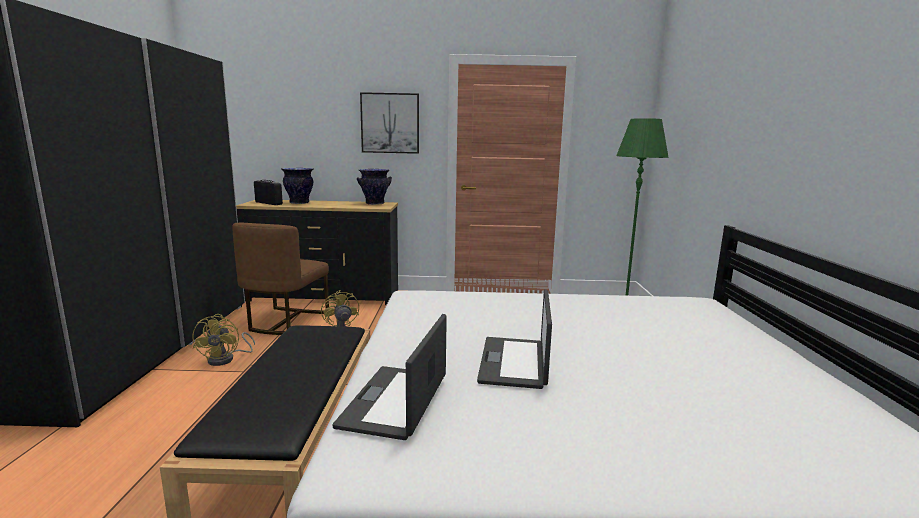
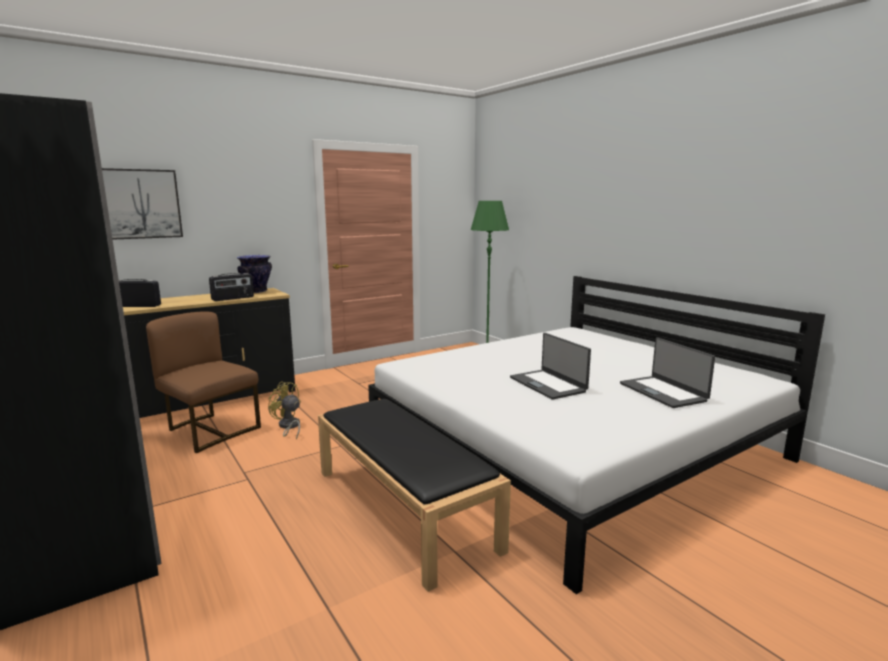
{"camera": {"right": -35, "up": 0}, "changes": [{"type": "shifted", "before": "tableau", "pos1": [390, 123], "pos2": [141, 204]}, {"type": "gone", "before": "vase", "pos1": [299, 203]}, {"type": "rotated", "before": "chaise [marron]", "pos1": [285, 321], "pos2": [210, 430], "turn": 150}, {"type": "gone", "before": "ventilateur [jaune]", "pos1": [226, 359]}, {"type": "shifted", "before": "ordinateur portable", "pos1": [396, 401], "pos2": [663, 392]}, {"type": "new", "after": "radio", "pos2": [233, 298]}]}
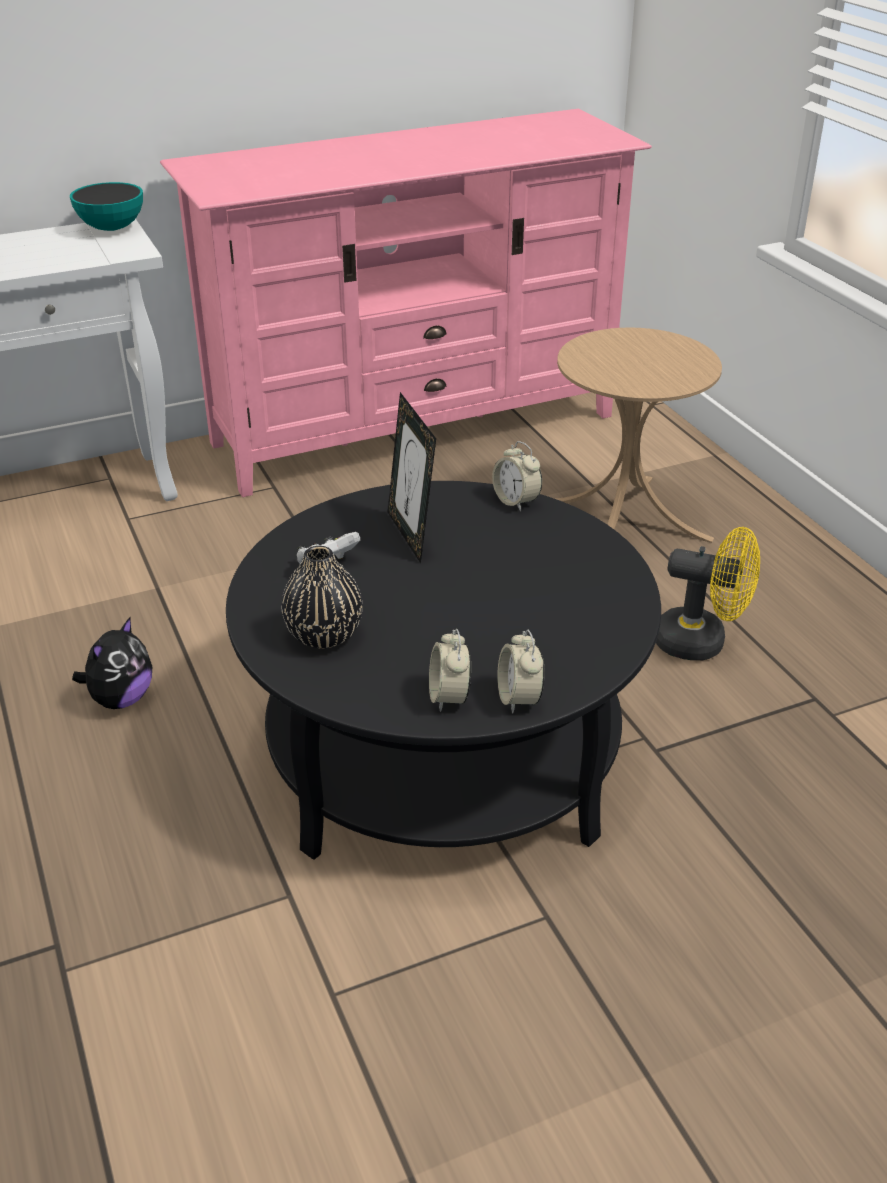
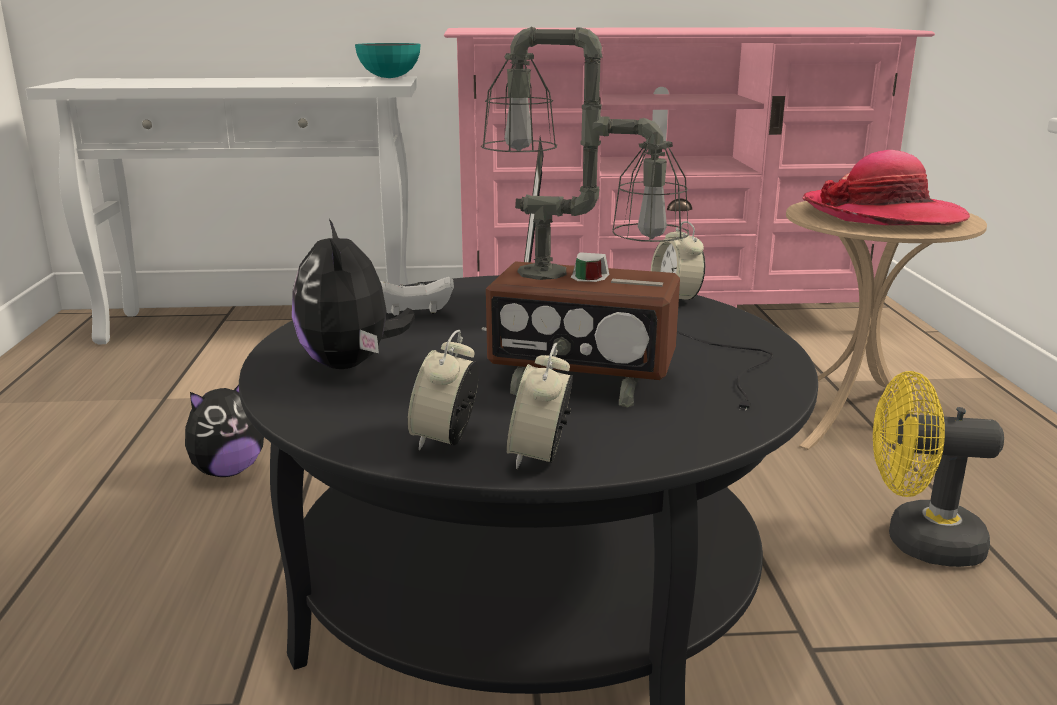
{"camera": {"right": 20, "up": -15}, "changes": [{"type": "rotated", "before": "ventilateur [jaune]", "pos1": [701, 642], "pos2": [918, 542], "turn": 150}, {"type": "swapped", "before": "vase [noir]", "after": "peluche", "pos1": [324, 635], "pos2": [351, 364]}, {"type": "new", "after": "lampe de table", "pos2": [613, 373]}, {"type": "new", "after": "chapeau", "pos2": [883, 214]}]}
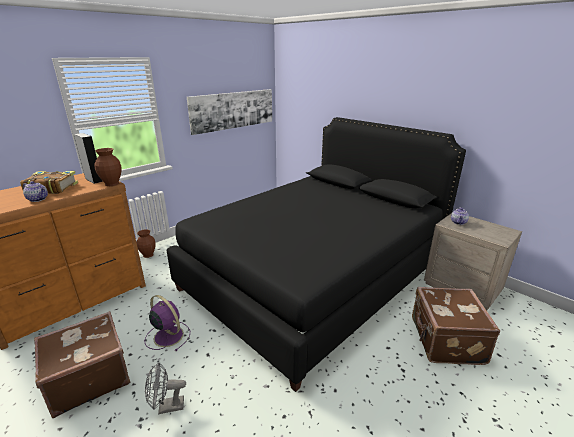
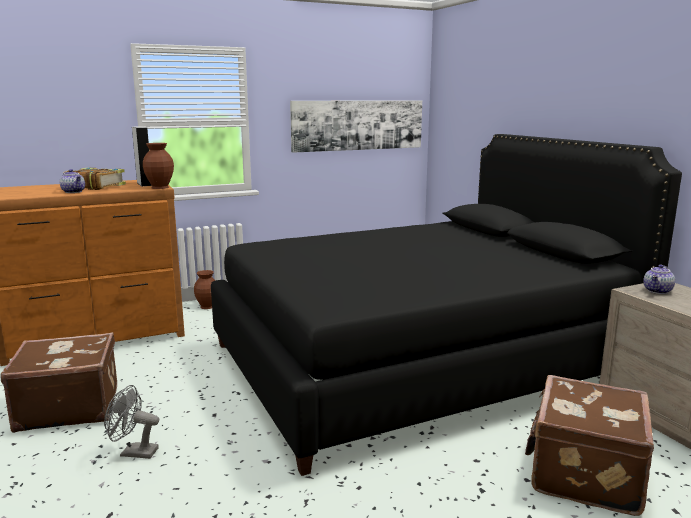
{"camera": {"right": 20, "up": -10}, "changes": [{"type": "gone", "before": "ventilateur [violet]", "pos1": [167, 335]}]}
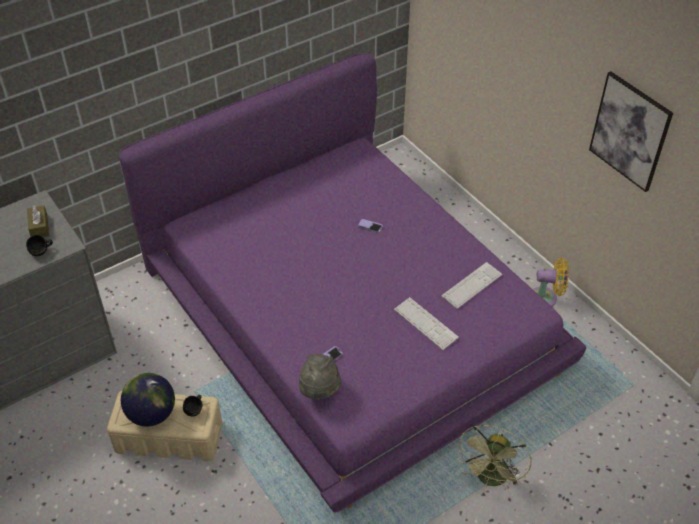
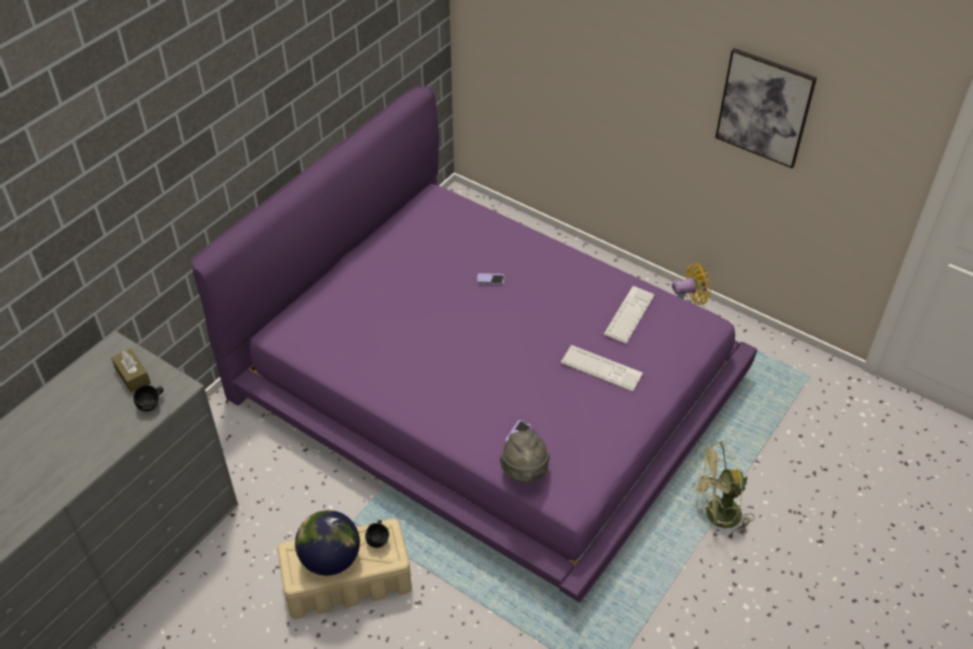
{"camera": {"right": -20, "up": 0}, "changes": [{"type": "rotated", "before": "ventilateur [vert]", "pos1": [491, 479], "pos2": [715, 516], "turn": 75}]}
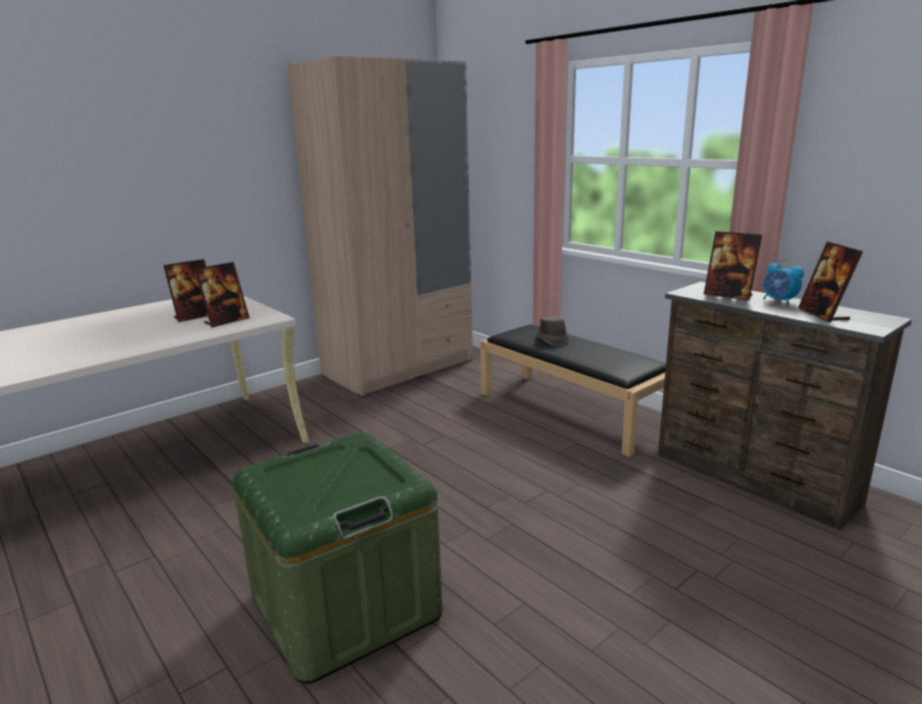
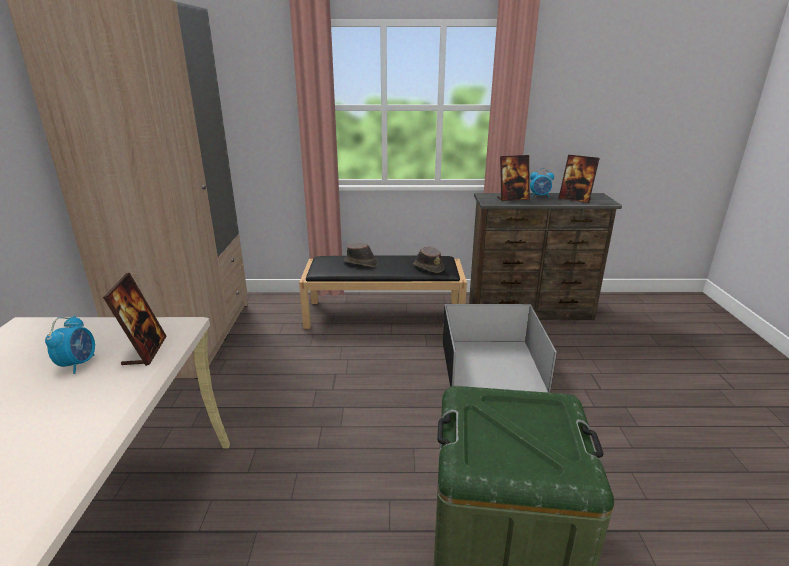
{"camera": {"right": -50, "up": 5}, "changes": [{"type": "swapped", "before": "cadre photo", "after": "réveil", "pos1": [195, 316], "pos2": [78, 364]}, {"type": "new", "after": "chapeau [marron]", "pos2": [428, 267]}, {"type": "new", "after": "boîte de rangement [noir]", "pos2": [490, 365]}]}
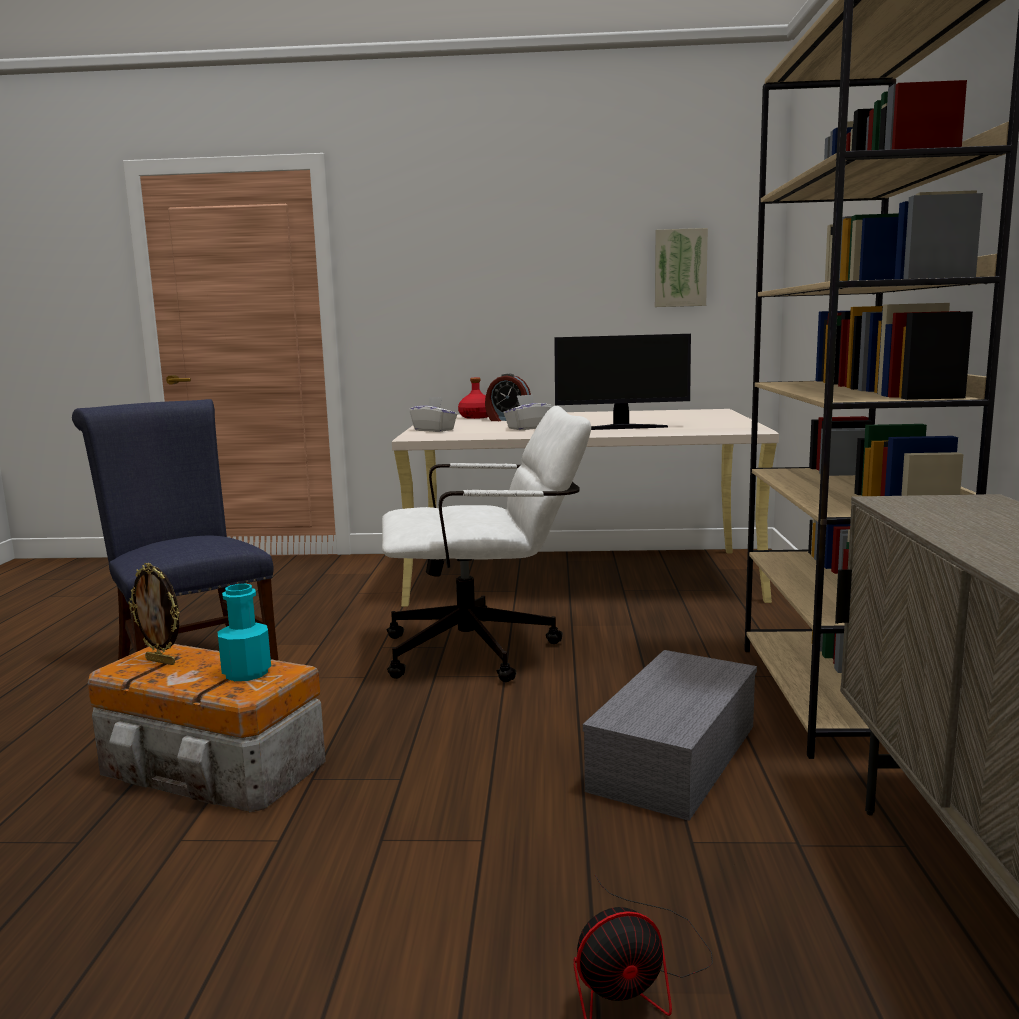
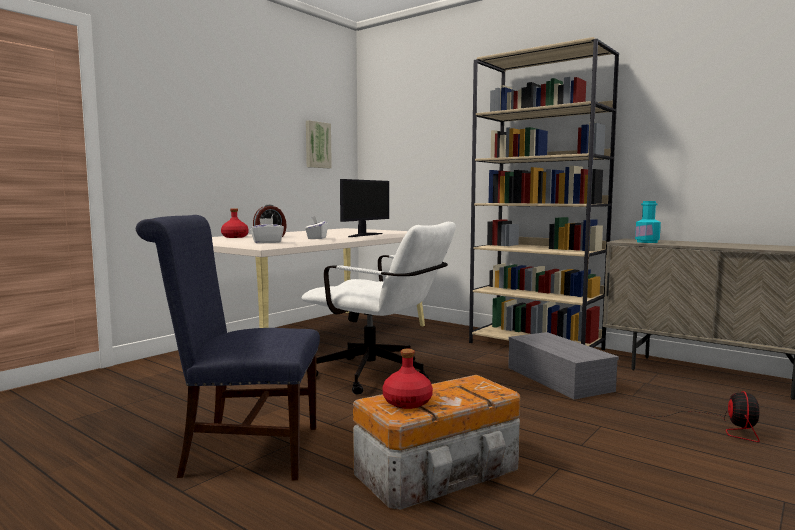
{"camera": {"right": -55, "up": -5}, "changes": [{"type": "rotated", "before": "chaise de bureau [blanc]", "pos1": [486, 650], "pos2": [380, 376], "turn": 90}, {"type": "swapped", "before": "cadre photo", "after": "bouteille [rouge]", "pos1": [162, 661], "pos2": [407, 402]}, {"type": "shifted", "before": "bouteille [turquoise]", "pos1": [246, 673], "pos2": [647, 242]}]}
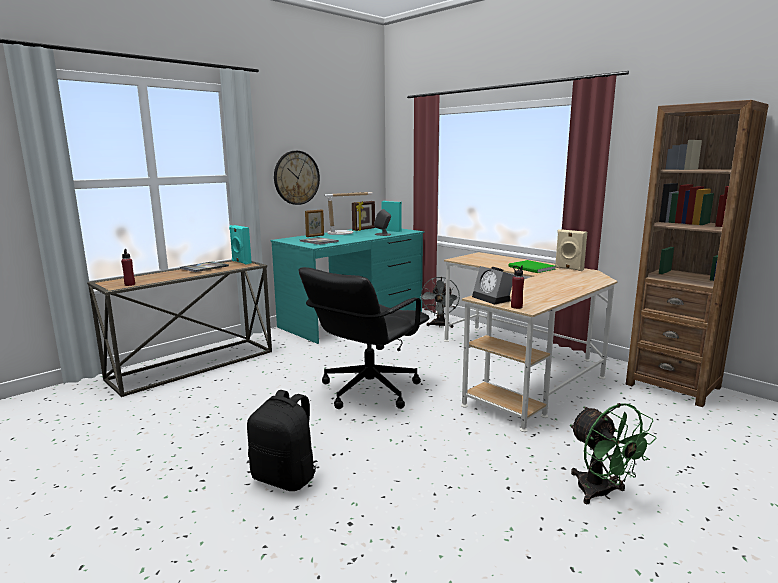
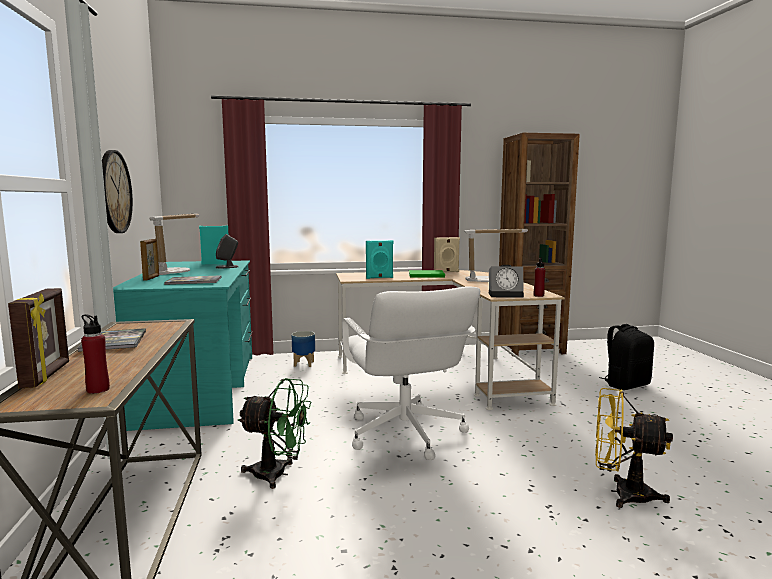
{"camera": {"right": -55, "up": -5}, "changes": [{"type": "shifted", "before": "cadre photo", "pos1": [364, 229], "pos2": [47, 375]}, {"type": "shifted", "before": "enceinte [turquoise]", "pos1": [241, 262], "pos2": [379, 278]}, {"type": "repainted", "before": "chaise de bureau [noir]", "after": "chaise de bureau [blanc]", "pos1": [368, 390], "pos2": [404, 434]}, {"type": "swapped", "before": "ventilateur [gris]", "after": "cache-pot", "pos1": [440, 325], "pos2": [304, 364]}, {"type": "shifted", "before": "sac à dos [noir]", "pos1": [285, 478], "pos2": [626, 385]}, {"type": "shifted", "before": "ventilateur [vert]", "pos1": [601, 493], "pos2": [278, 474]}, {"type": "new", "after": "lampe de table", "pos2": [487, 280]}, {"type": "new", "after": "ventilateur [jaune]", "pos2": [622, 493]}]}
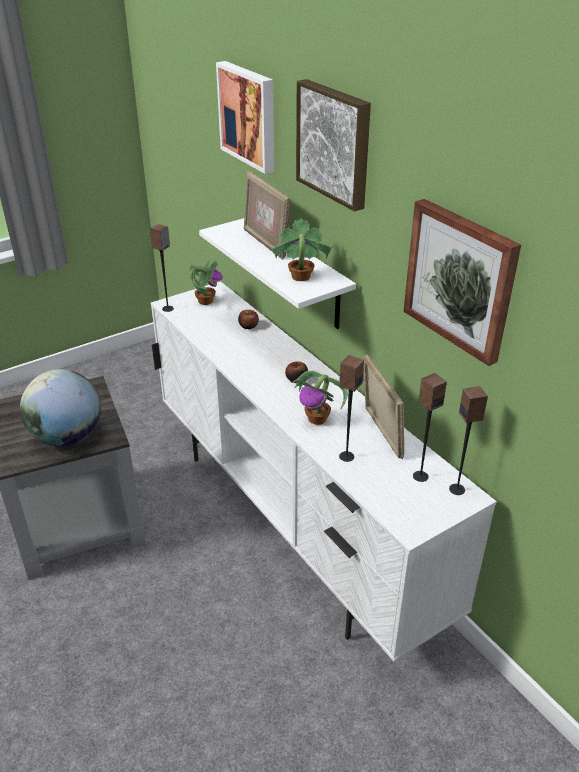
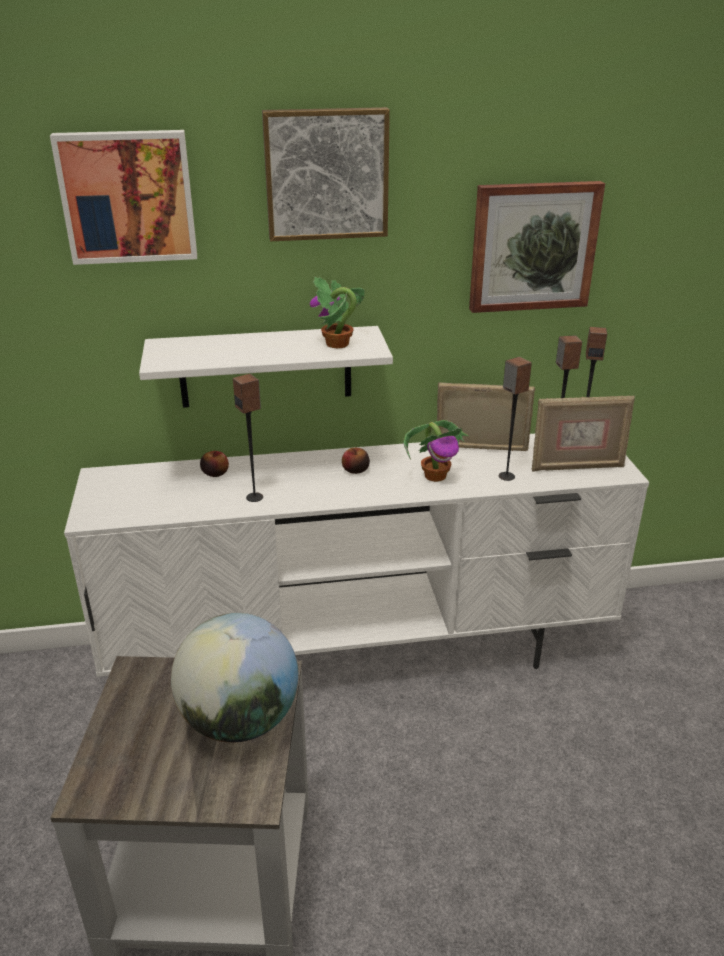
{"camera": {"right": -65, "up": -5}, "changes": [{"type": "shifted", "before": "cadre photo", "pos1": [266, 243], "pos2": [576, 467]}, {"type": "shifted", "before": "enceinte", "pos1": [168, 309], "pos2": [255, 497]}, {"type": "gone", "before": "plante en pot", "pos1": [205, 301]}]}
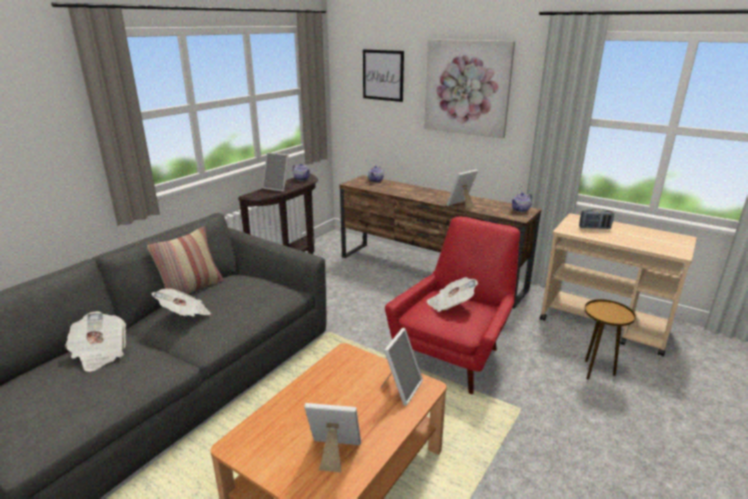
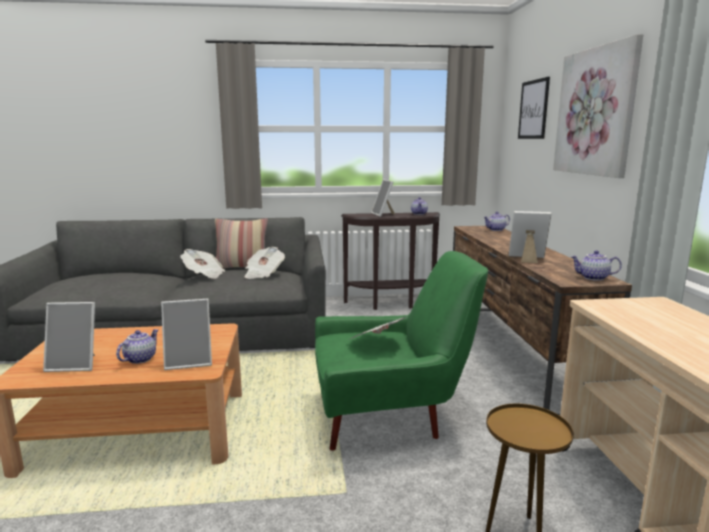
{"camera": {"right": 50, "up": -10}, "changes": [{"type": "gone", "before": "radio", "pos1": [594, 227]}, {"type": "repainted", "before": "fauteuil [rouge]", "after": "fauteuil [vert]", "pos1": [455, 353], "pos2": [390, 416]}, {"type": "shifted", "before": "journal", "pos1": [100, 353], "pos2": [263, 274]}, {"type": "rotated", "before": "cadre photo", "pos1": [333, 453], "pos2": [76, 364], "turn": 120}, {"type": "new", "after": "théière", "pos2": [140, 359]}]}
